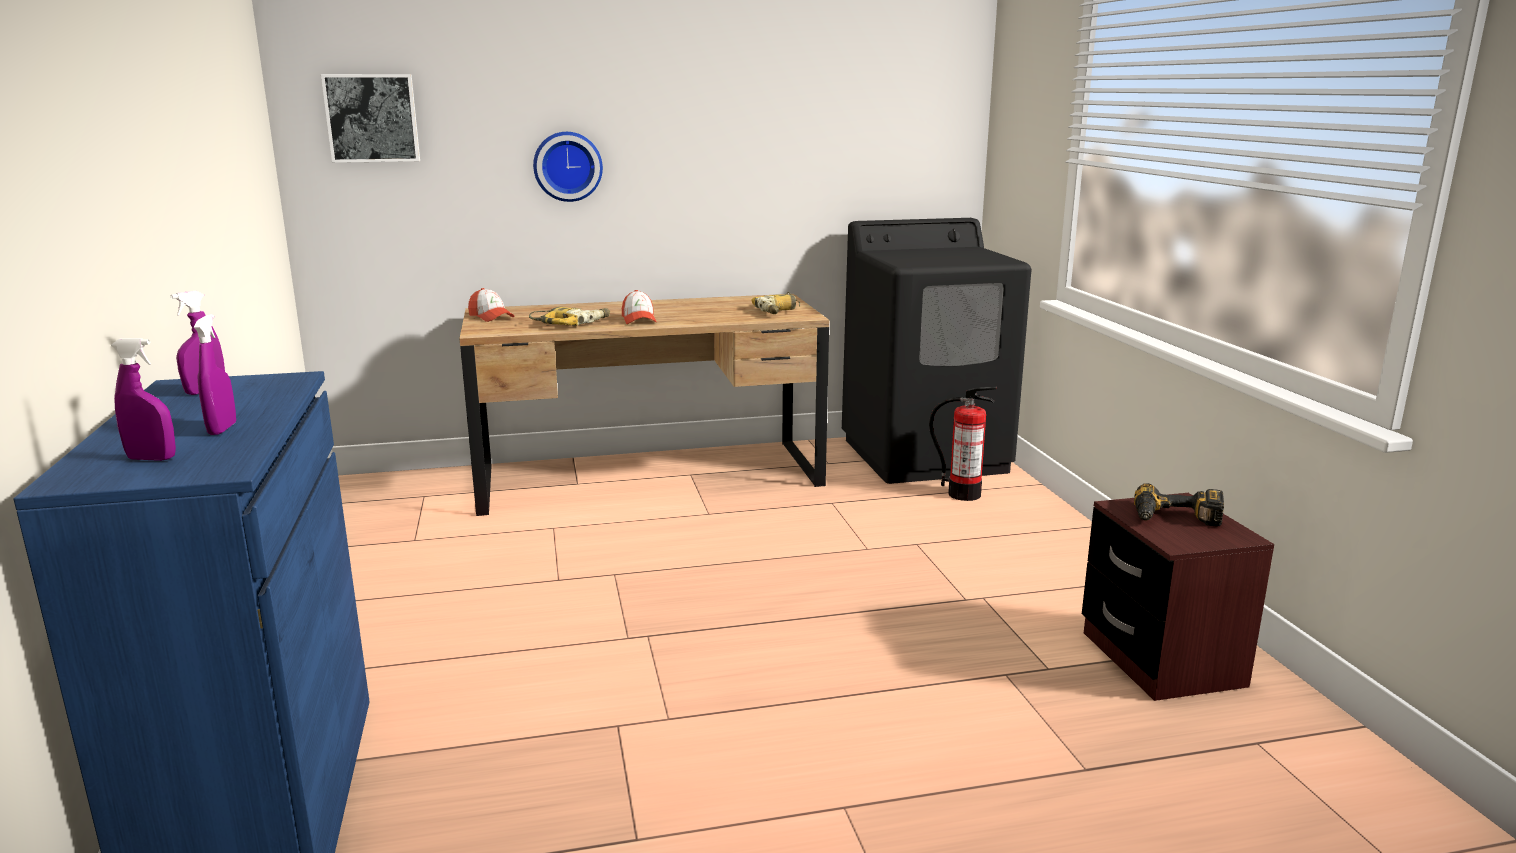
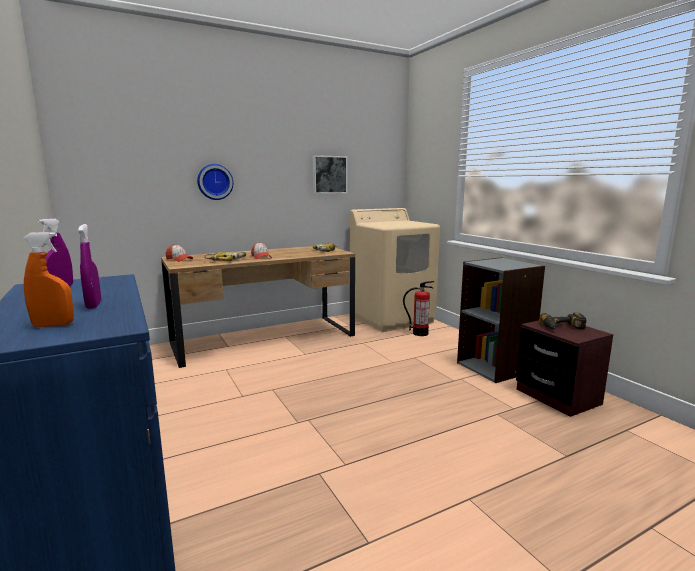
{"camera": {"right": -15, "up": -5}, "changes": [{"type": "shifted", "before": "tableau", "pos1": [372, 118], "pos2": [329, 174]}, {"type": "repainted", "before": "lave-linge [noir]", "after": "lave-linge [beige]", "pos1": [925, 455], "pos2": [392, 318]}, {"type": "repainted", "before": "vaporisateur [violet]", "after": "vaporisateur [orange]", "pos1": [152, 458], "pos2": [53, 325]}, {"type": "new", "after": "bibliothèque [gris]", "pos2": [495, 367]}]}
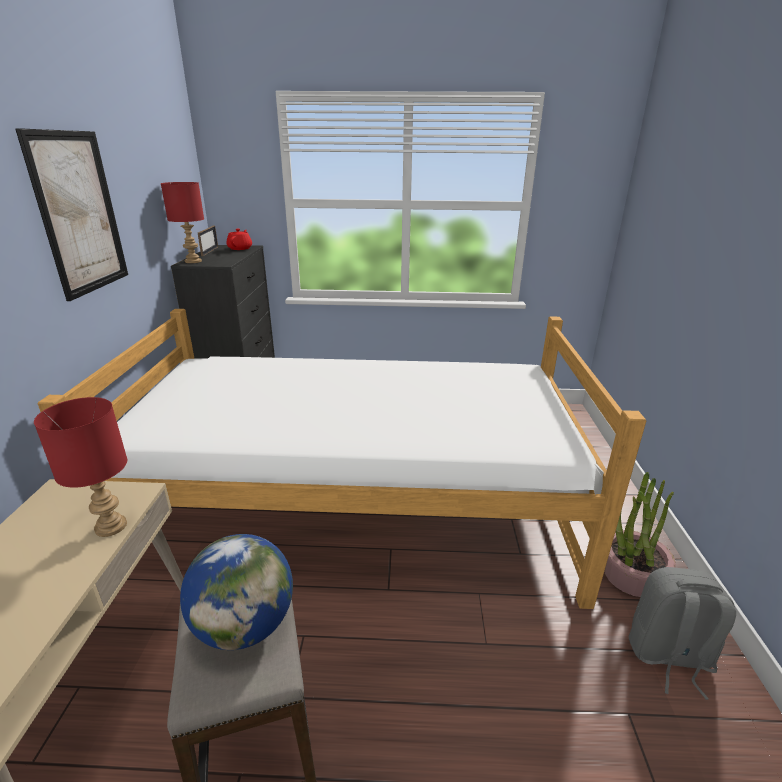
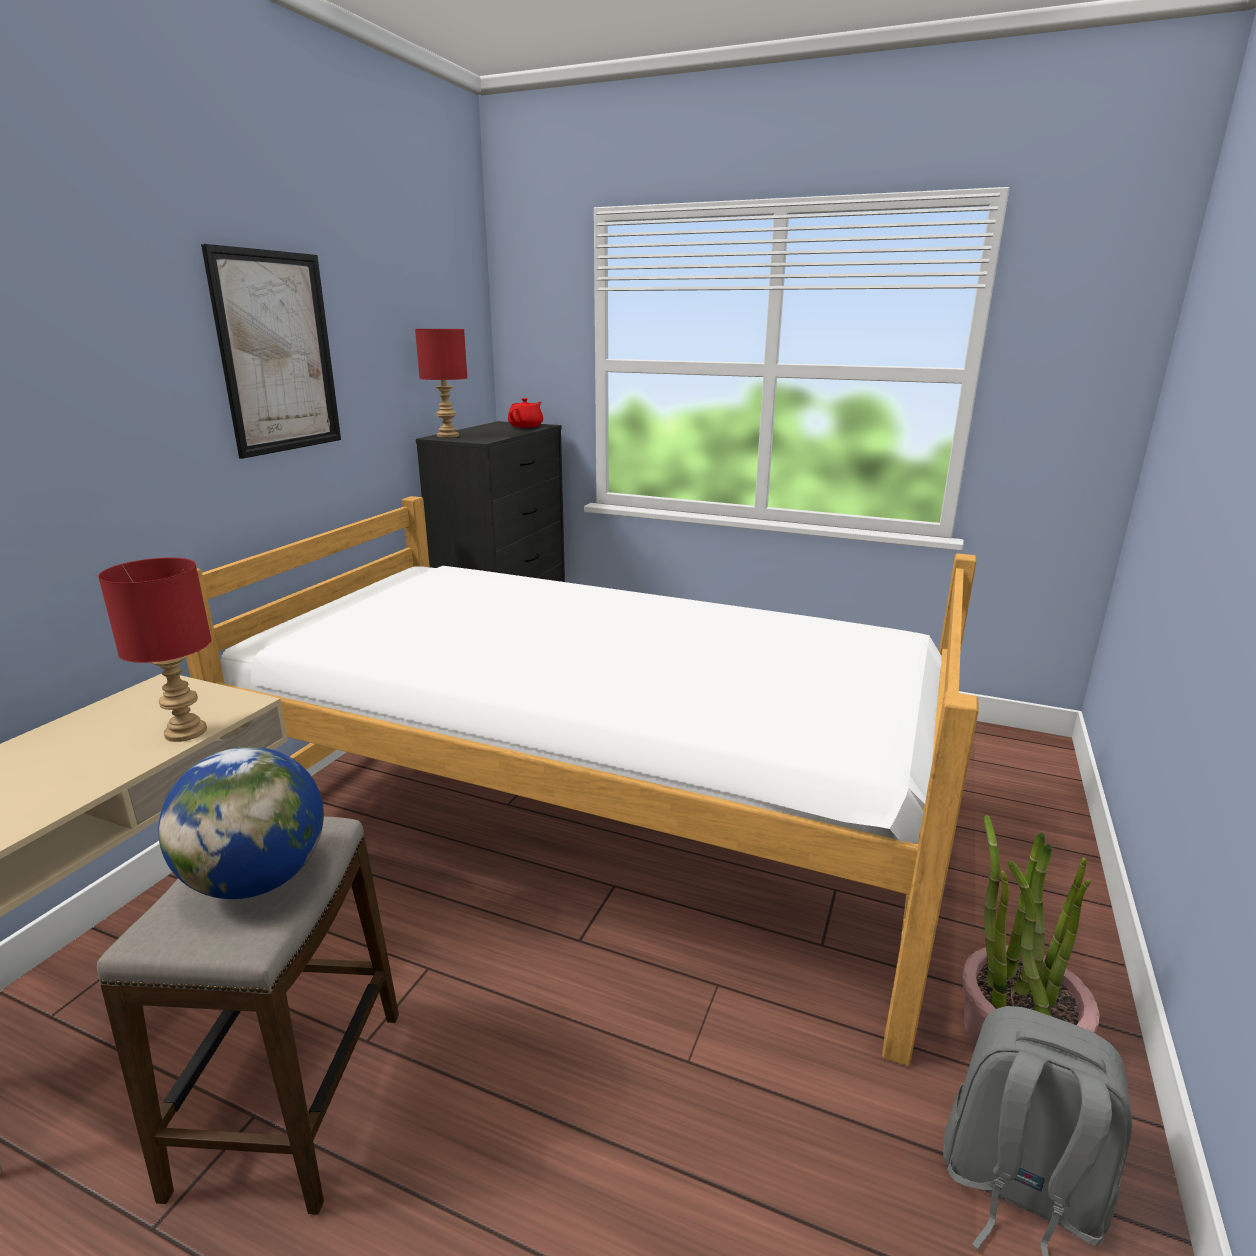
{"camera": {"right": 20, "up": -5}, "changes": [{"type": "gone", "before": "cadre photo", "pos1": [210, 251]}]}
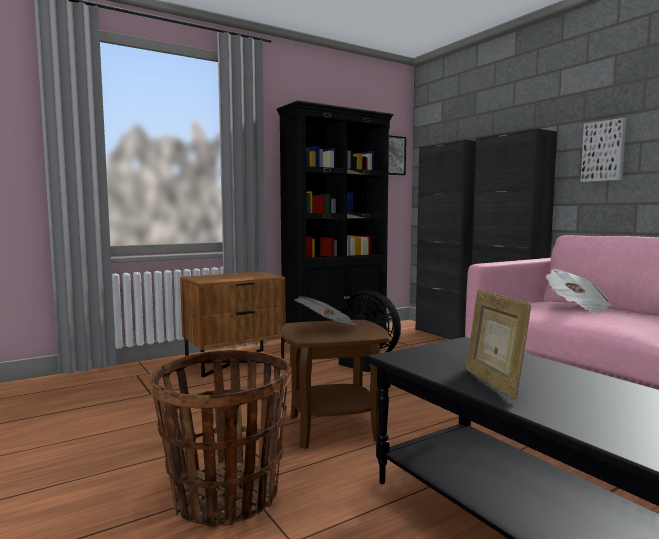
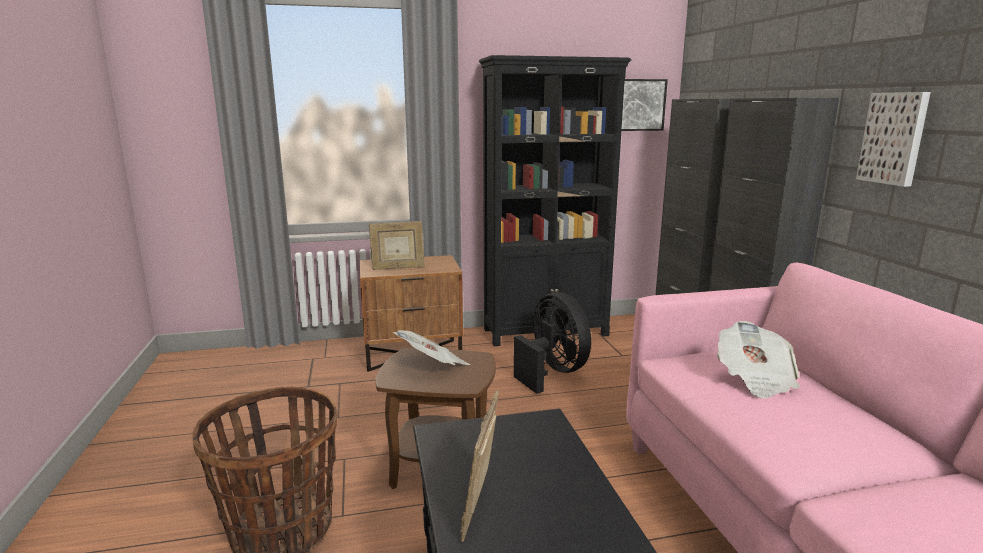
{"camera": {"right": 20, "up": 10}, "changes": [{"type": "new", "after": "cadre photo", "pos2": [398, 268]}]}
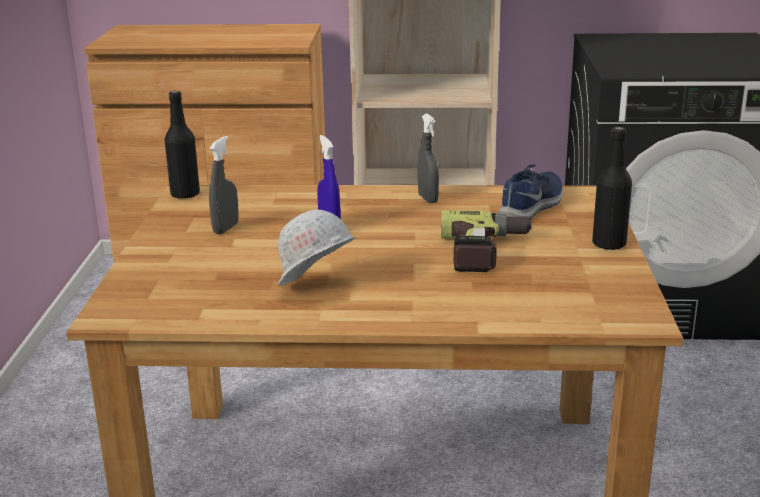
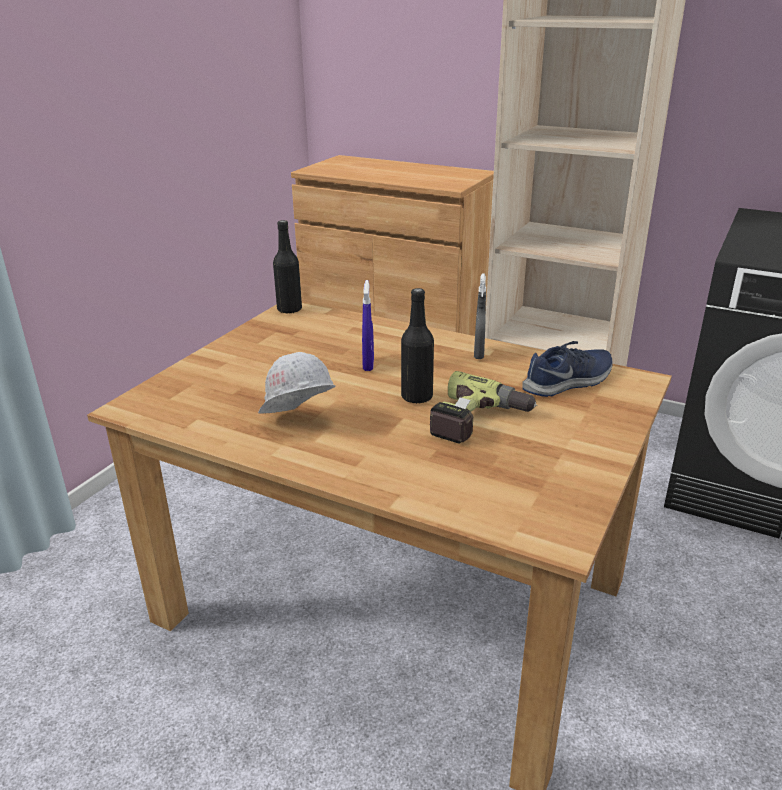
{"camera": {"right": 25, "up": 5}, "changes": [{"type": "shifted", "before": "bouteille [noir]", "pos1": [609, 244], "pos2": [417, 397]}, {"type": "gone", "before": "vaporisateur [gris]", "pos1": [226, 228]}]}
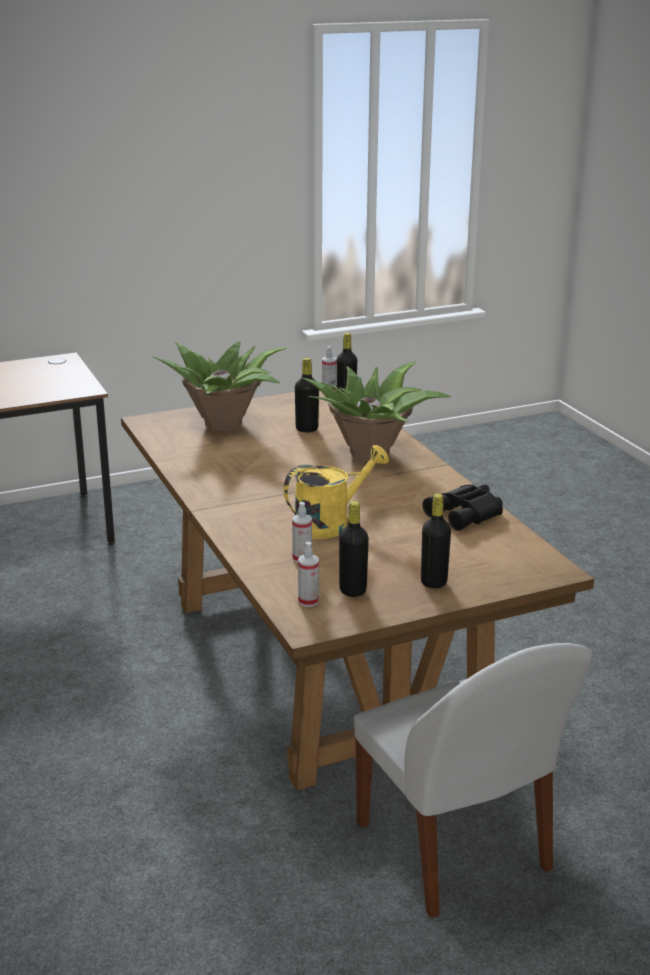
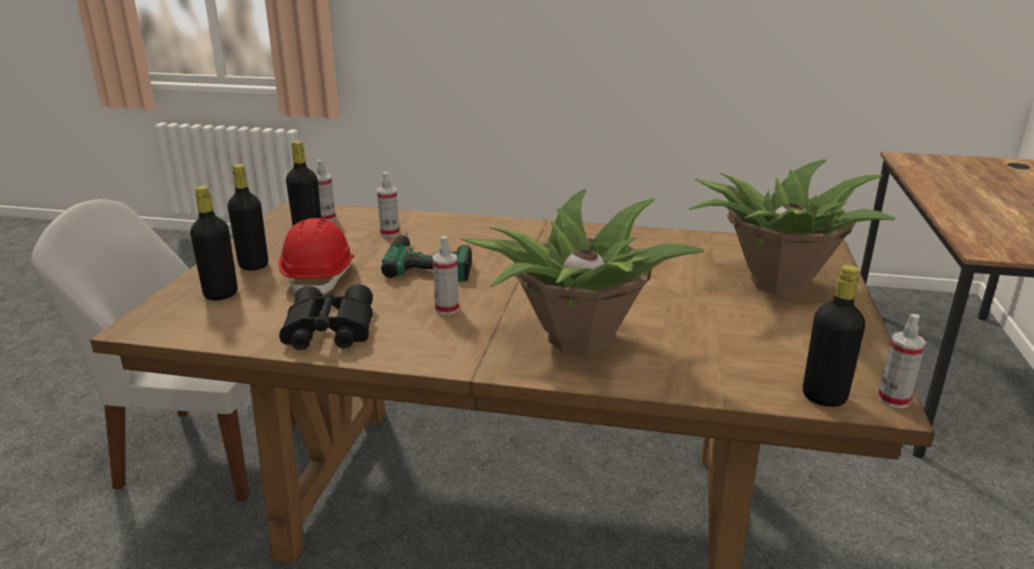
{"camera": {"right": 125, "up": 0}, "changes": [{"type": "shifted", "before": "bouteille [noir]", "pos1": [307, 429], "pos2": [221, 294]}, {"type": "swapped", "before": "arrosoir [jaune]", "after": "perceuse", "pos1": [330, 523], "pos2": [430, 260]}, {"type": "new", "after": "casque de chantier [rouge]", "pos2": [320, 277]}, {"type": "new", "after": "vaporisateur", "pos2": [447, 309]}]}
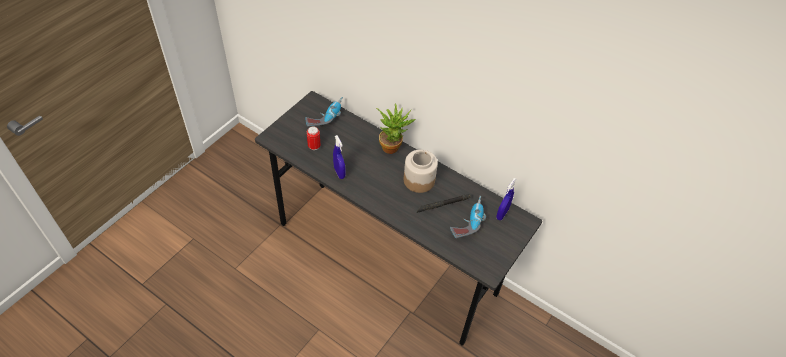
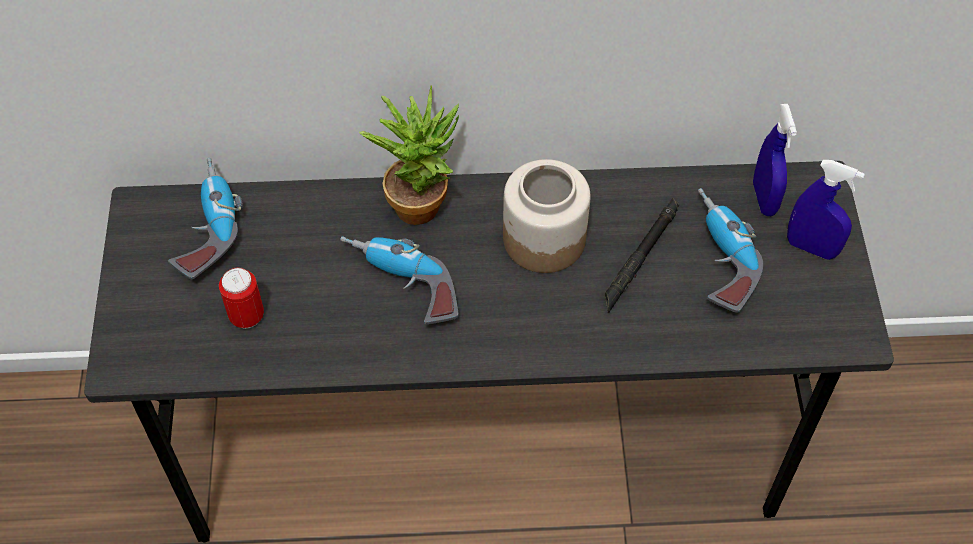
{"camera": {"right": -35, "up": 5}, "changes": [{"type": "shifted", "before": "vaporisateur [bleu]", "pos1": [339, 172], "pos2": [811, 248]}, {"type": "new", "after": "perceuse", "pos2": [400, 285]}]}
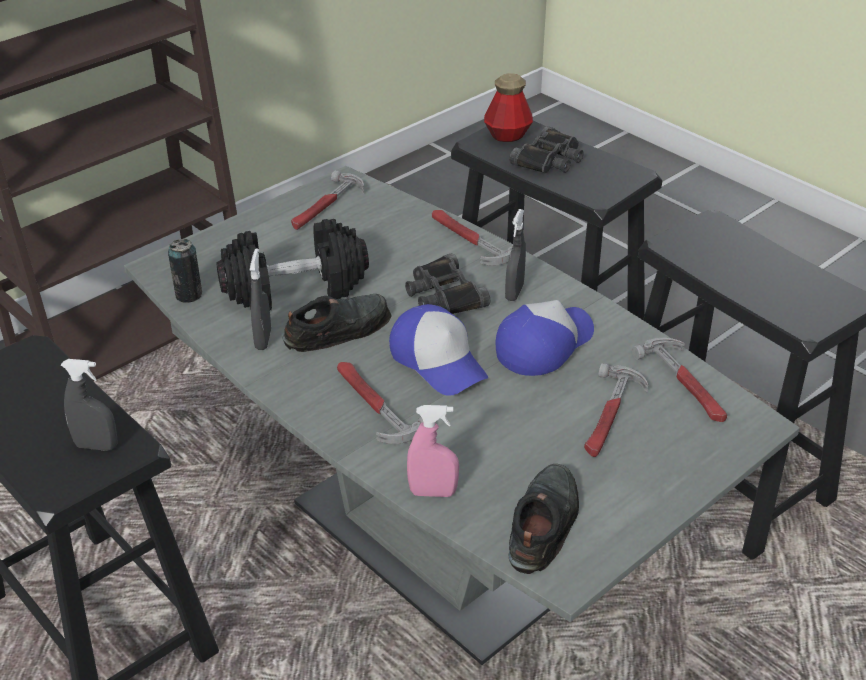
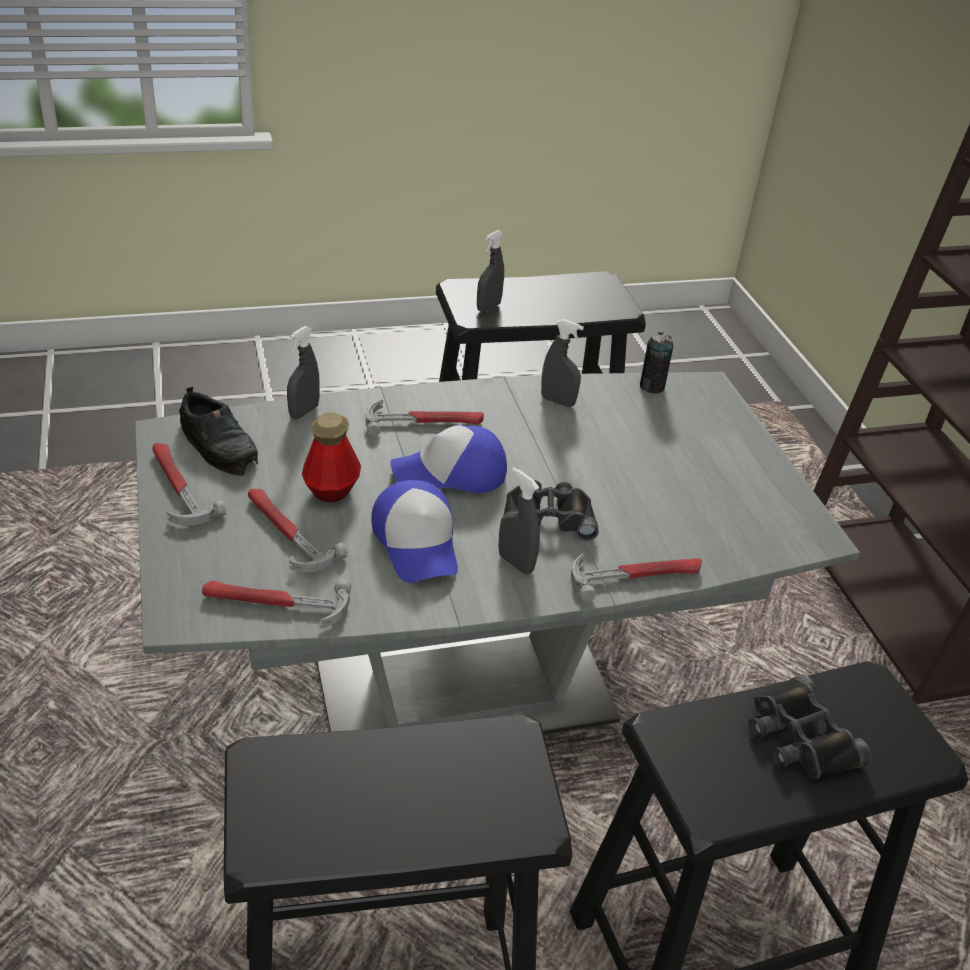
{"camera": {"right": 115, "up": 0}, "changes": [{"type": "shifted", "before": "bouteille", "pos1": [507, 135], "pos2": [331, 489]}, {"type": "shifted", "before": "marteau", "pos1": [326, 206], "pos2": [177, 487]}, {"type": "gone", "before": "haltère [noir]", "pos1": [295, 288]}, {"type": "gone", "before": "chaussure [noir]", "pos1": [339, 329]}, {"type": "repainted", "before": "vaporisateur [rose]", "after": "vaporisateur [gris]", "pos1": [433, 492], "pos2": [304, 412]}]}
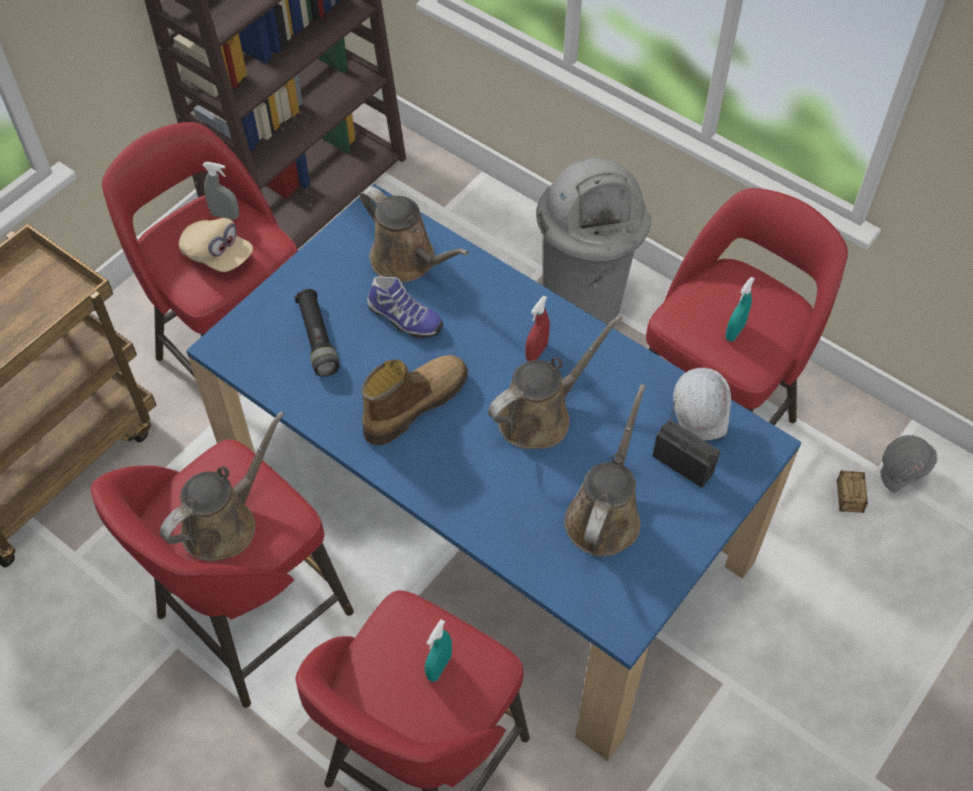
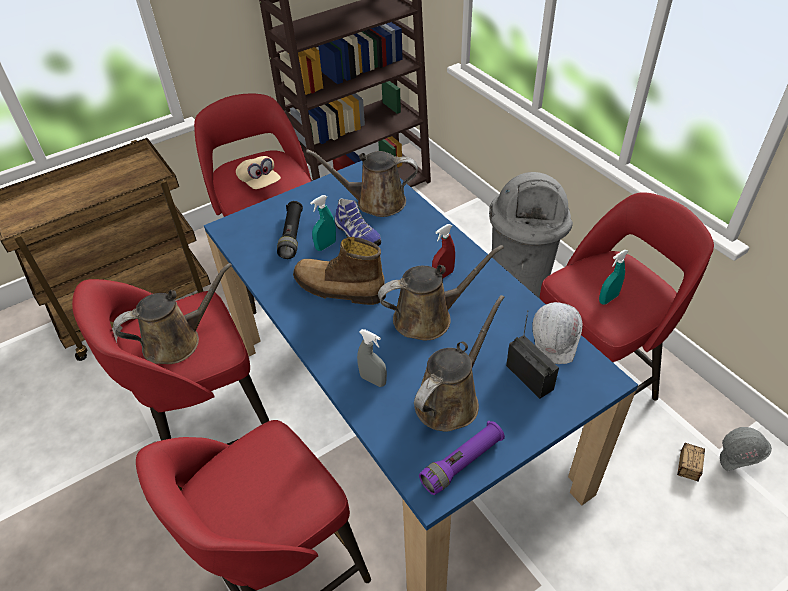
{"camera": {"right": 20, "up": -10}, "changes": [{"type": "shifted", "before": "vaporisateur [gris]", "pos1": [225, 215], "pos2": [373, 380]}, {"type": "rotated", "before": "arrosoir [marron]", "pos1": [407, 261], "pos2": [375, 202], "turn": 120}, {"type": "rotated", "before": "botte", "pos1": [414, 403], "pos2": [338, 289], "turn": -135}, {"type": "shifted", "before": "vaporisateur [turquoise]", "pos1": [439, 667], "pos2": [325, 245]}, {"type": "new", "after": "lampe de poche [violet]", "pos2": [462, 463]}]}
